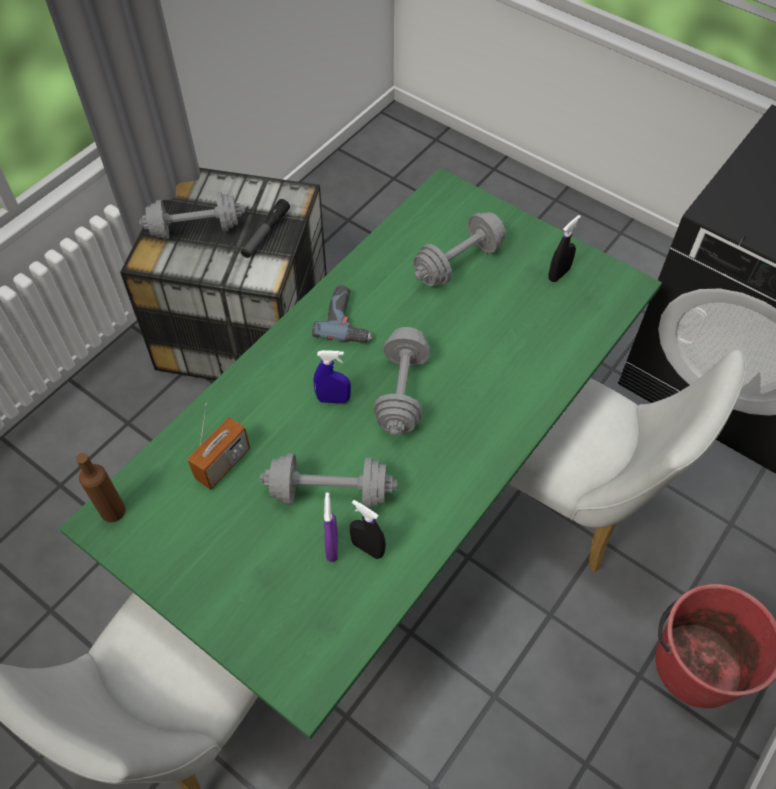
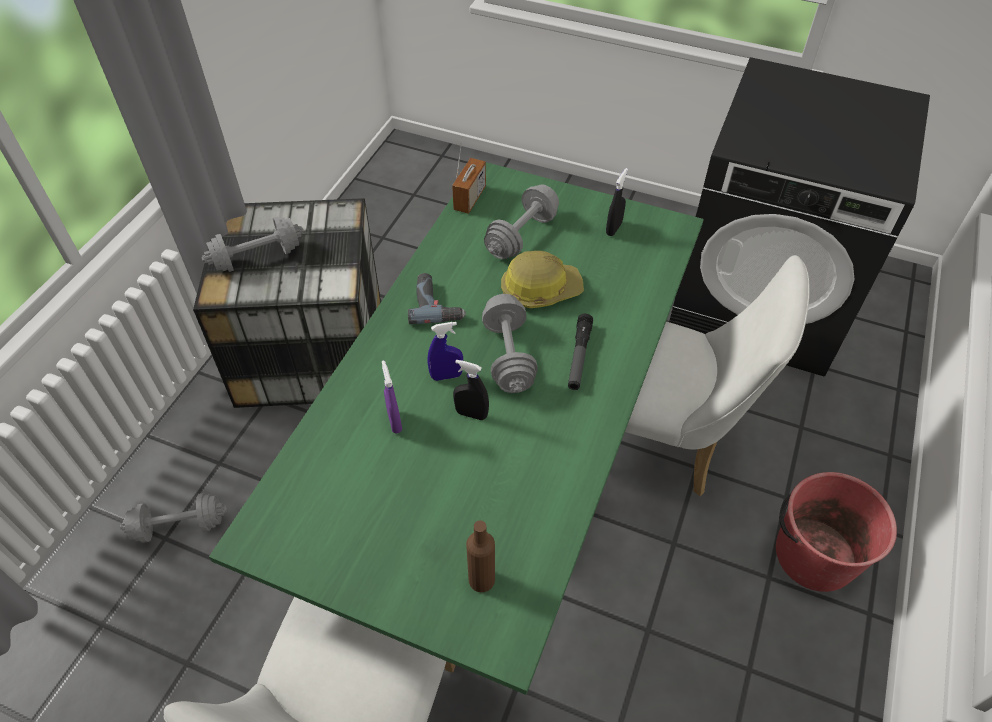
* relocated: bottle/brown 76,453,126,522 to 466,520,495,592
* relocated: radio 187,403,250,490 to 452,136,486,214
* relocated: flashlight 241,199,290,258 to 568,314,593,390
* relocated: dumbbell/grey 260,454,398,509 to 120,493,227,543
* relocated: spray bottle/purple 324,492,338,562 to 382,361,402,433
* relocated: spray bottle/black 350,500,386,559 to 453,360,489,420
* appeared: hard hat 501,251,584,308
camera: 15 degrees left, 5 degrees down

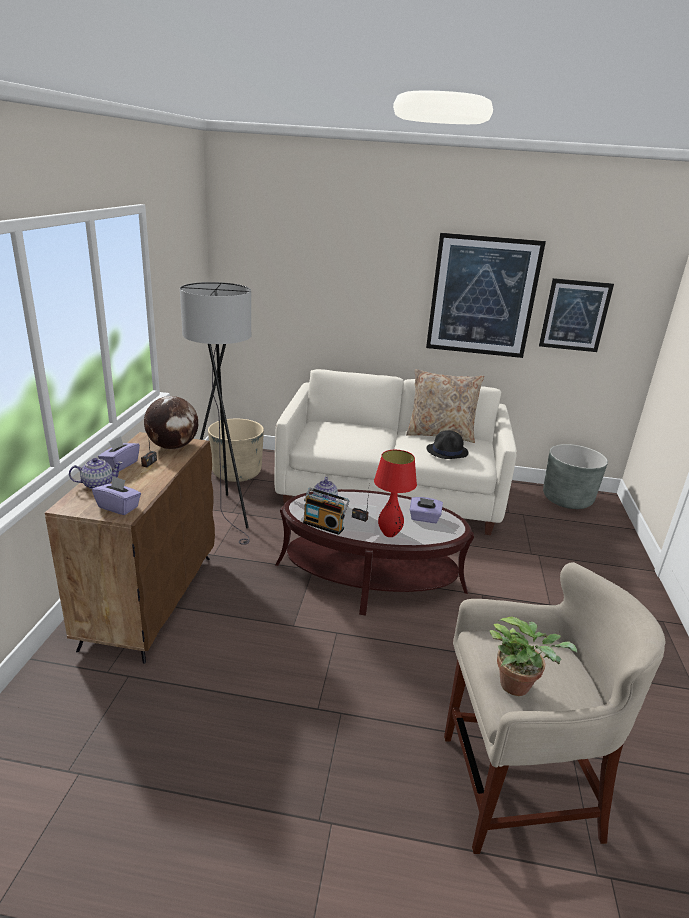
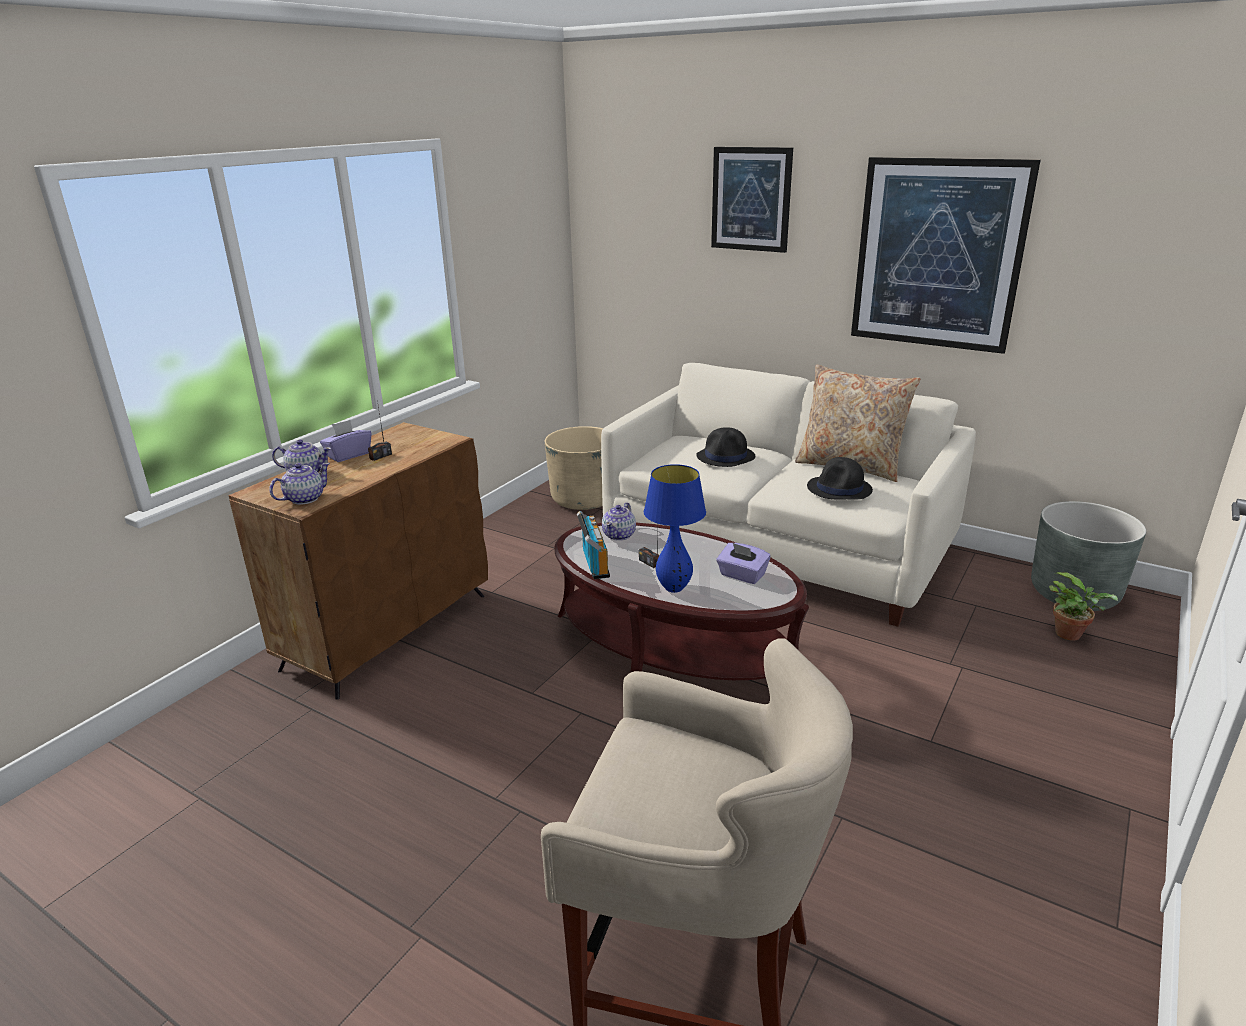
* exchanged: tissue box/purple 92,476,141,515 to teapot 269,462,330,504
* missing: globe 144,396,198,449
* missing: floor lamp/grey 180,282,251,545
* spun: radio 303,488,350,535 = 577,511,610,579 150 degrees counterclockwise
* colour: table lamp/red 374,450,417,537 to table lamp/blue 644,464,706,593
* relocated: potted plant 490,616,578,696 to 1049,572,1118,641
* relocated: picture 539,278,614,352 to 711,147,793,253
* appeared: hat/black 696,427,755,467
camera: 25 degrees right, 0 degrees up

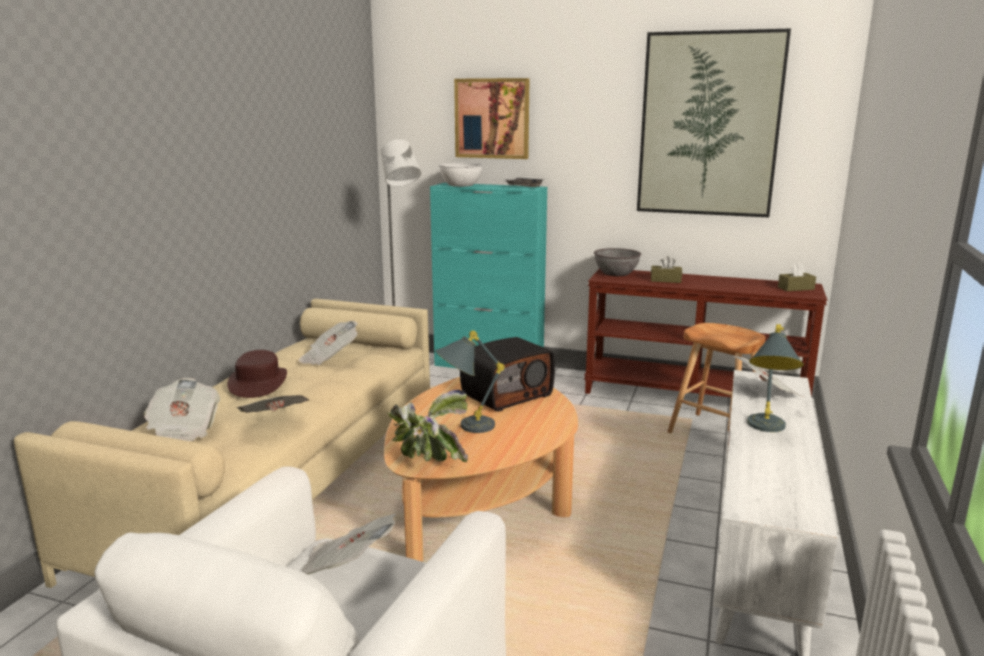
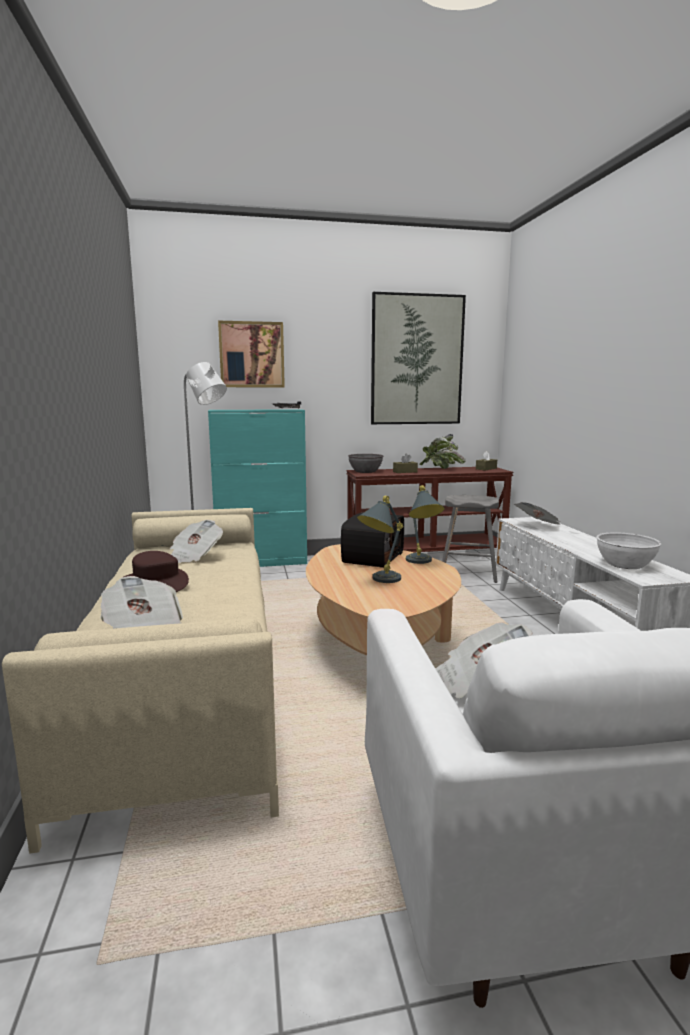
* missing: newspaper 236,395,309,413
* relocated: potted plant 387,389,468,462 to 419,434,466,469
* relocated: bowl/white 439,163,483,187 to 596,532,661,569
* colour: stool/brown 667,323,766,433 to stool/grey 442,495,499,583
* relocated: table lamp/grey 747,324,804,432 to 406,485,445,564
camera: 30 degrees left, 5 degrees down

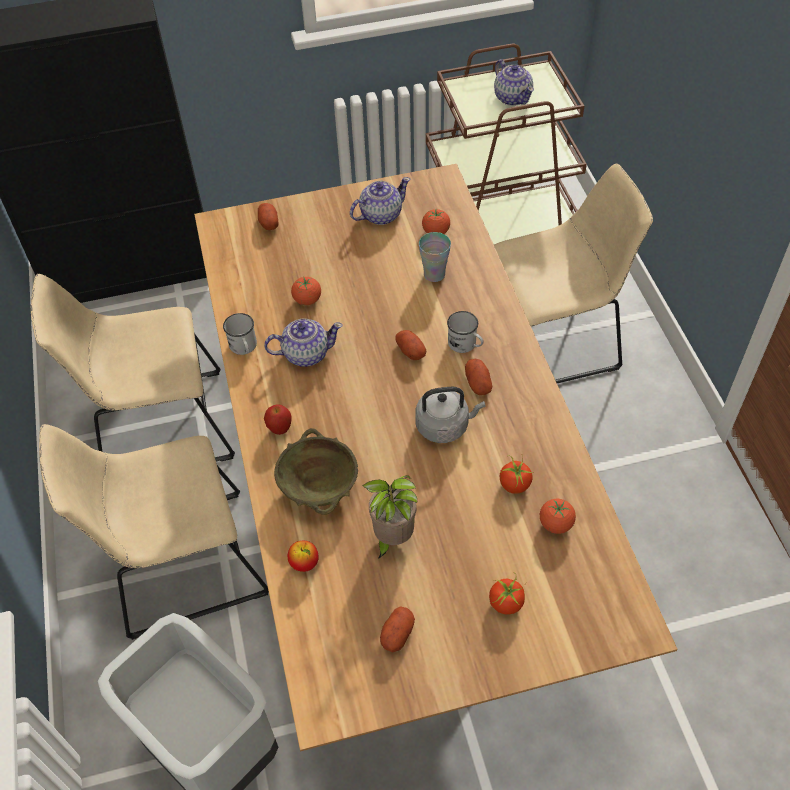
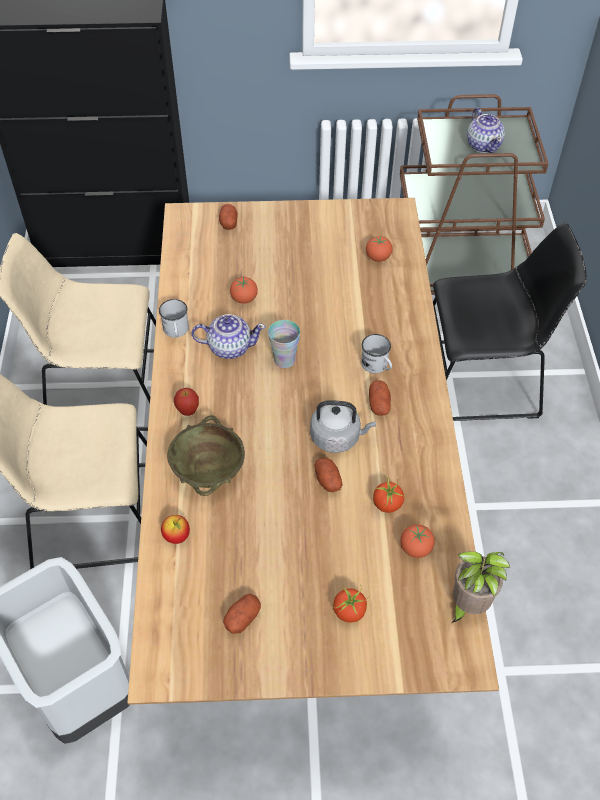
* missing: teapot 350,177,410,225
* relocated: potted plant 362,475,417,559 to 452,551,510,623
* relocated: potato 395,330,426,360 to 314,458,342,492
* relocated: cup 419,232,451,282 to 268,320,300,368
* colour: chair/beige 494,164,653,383 to chair/black 433,223,587,421
camera: 10 degrees right, 0 degrees up

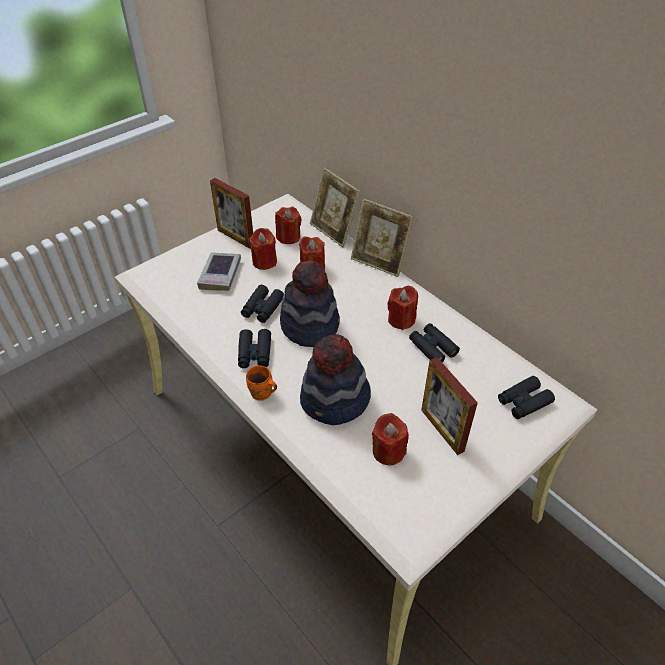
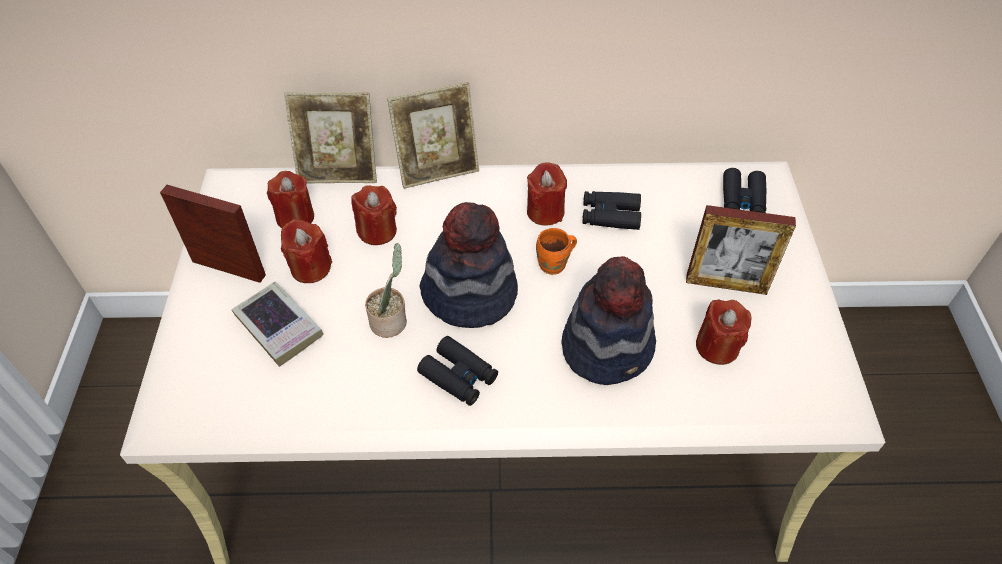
* spun: picture frame 210,178,253,249 = 160,185,266,283 150 degrees counterclockwise
* exchanged: binoculars/black 241,285,284,323 to potted plant 365,243,407,338
* relocated: mug/orange 246,365,277,401 to 536,228,577,275
camera: 50 degrees left, 5 degrees up

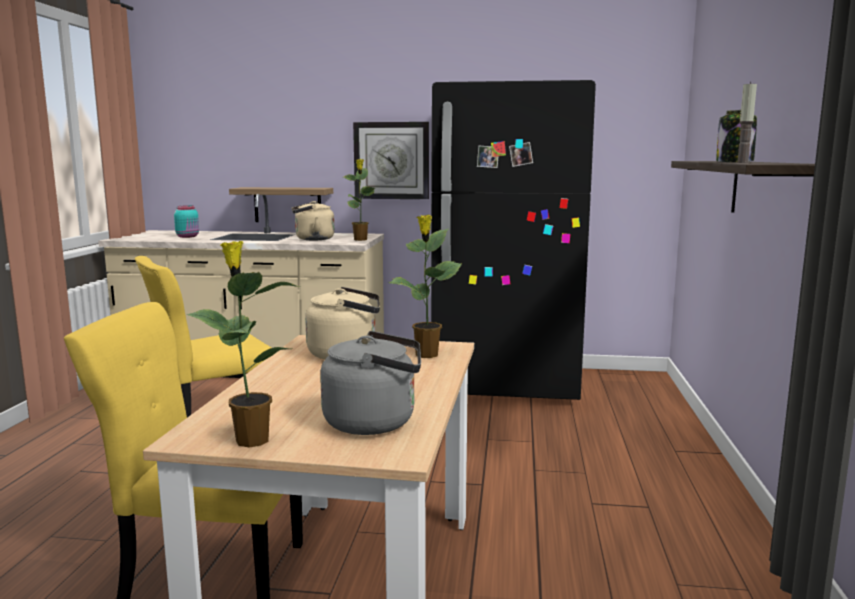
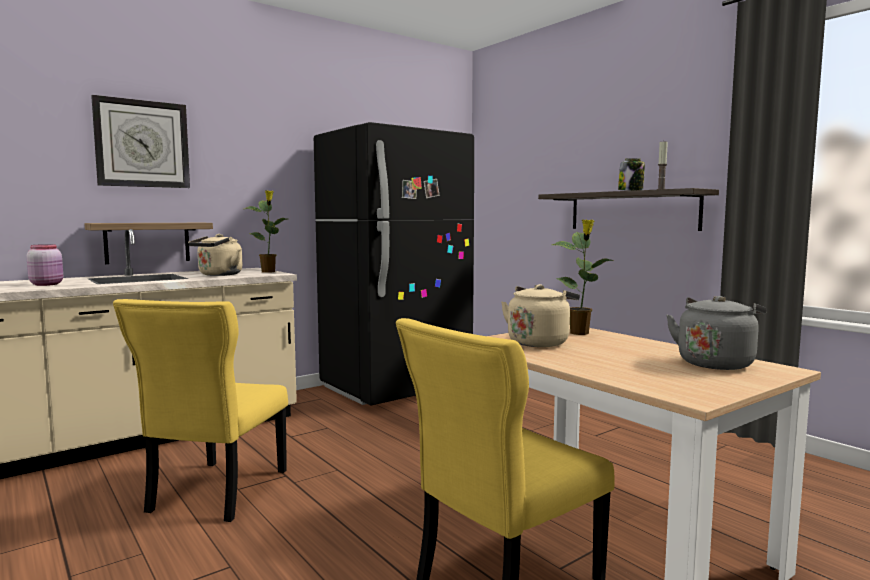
* colour: jar/turquoise 174,205,199,238 to jar/pink 26,244,63,286
* missing: potted plant 187,241,300,447
* relocated: wall clock 353,122,429,199 to 91,95,190,188
camera: 45 degrees left, 5 degrees down

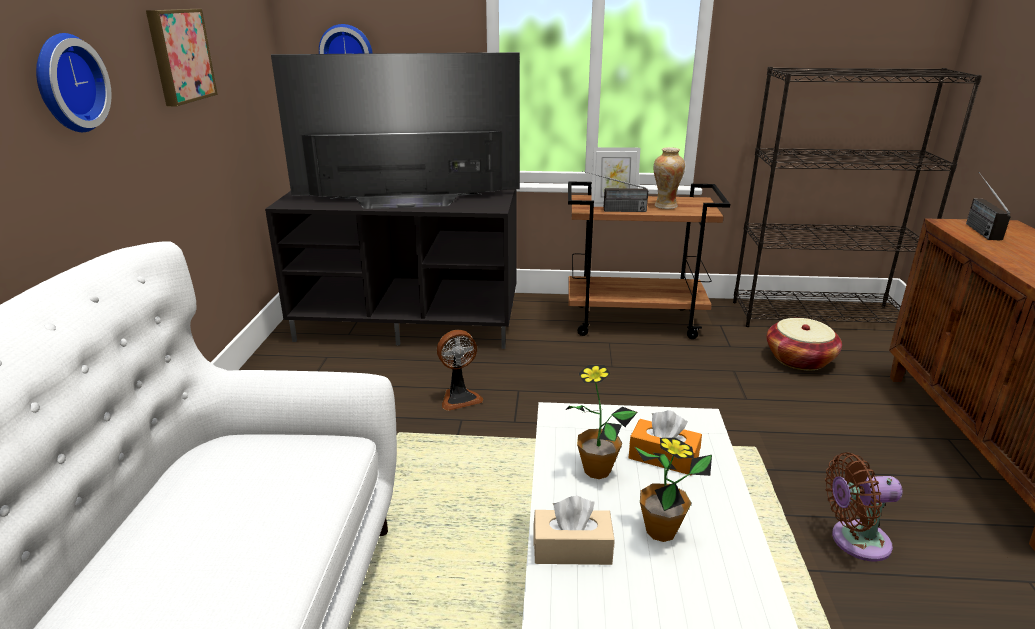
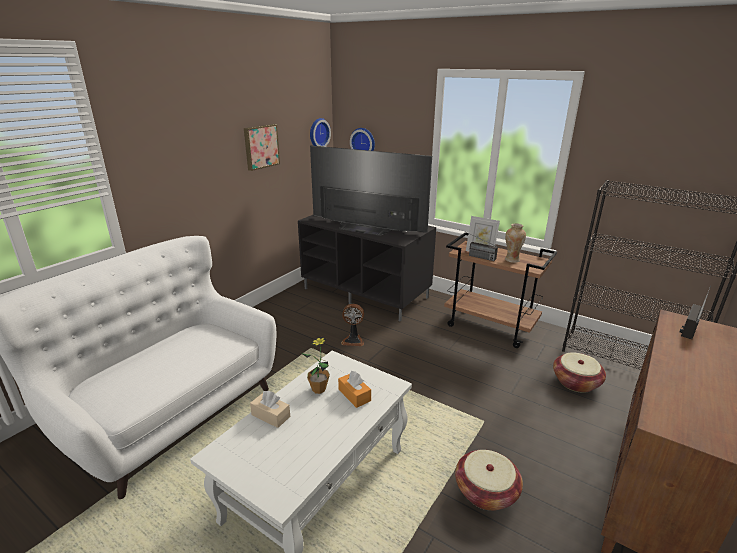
* relocated: wall clock 36,33,111,132 to 310,118,331,147
* missing: potted plant 634,438,712,542
* exchanged: fan/brown 825,452,902,562 to basket 455,450,523,511
camera: 30 degrees right, 0 degrees up

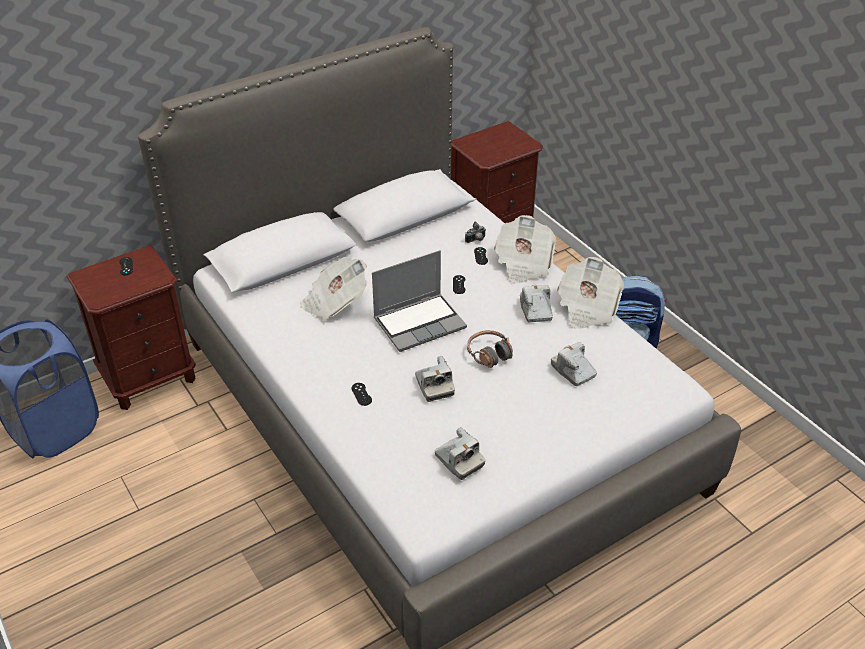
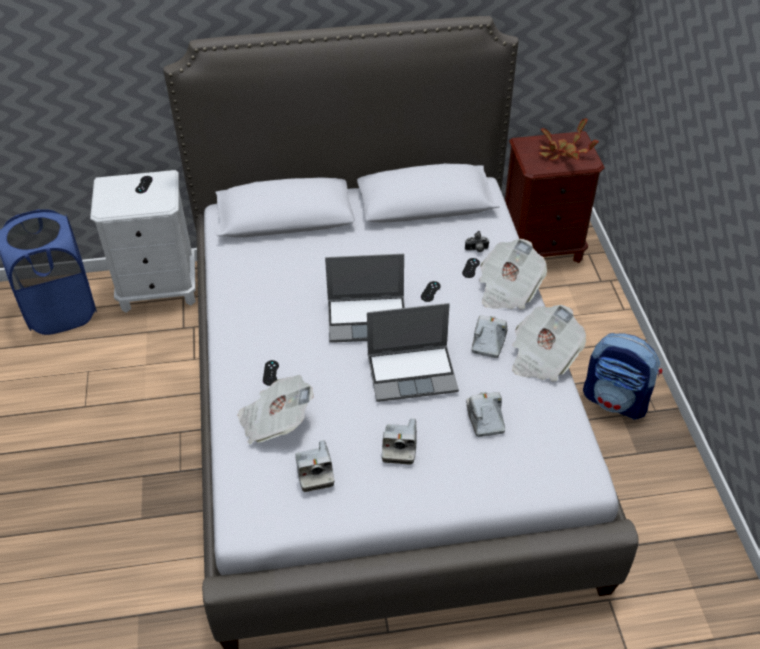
* colour: nightstand/brown 67,245,196,410 to nightstand/white 90,170,196,313
* relocated: newspaper 300,257,367,321 to 237,375,314,444
* relocated: photo camera 415,356,455,402 to 382,418,417,465
* exchanged: headphones 467,330,513,368 to laptop 367,303,459,402
* appeared: potted plant 539,118,599,161
camera: 25 degrees right, 5 degrees up

